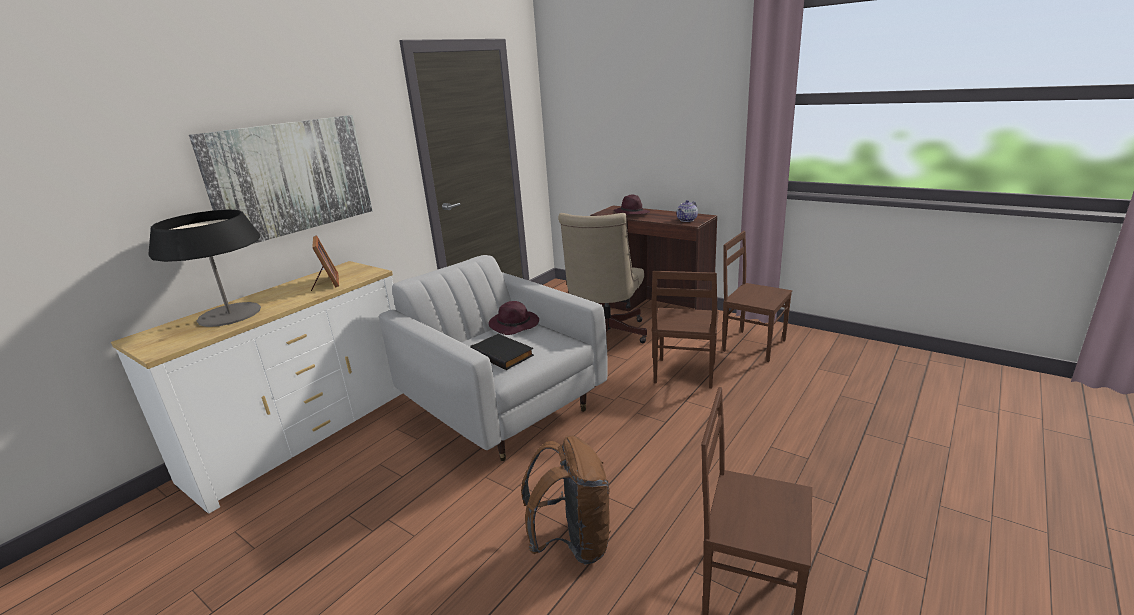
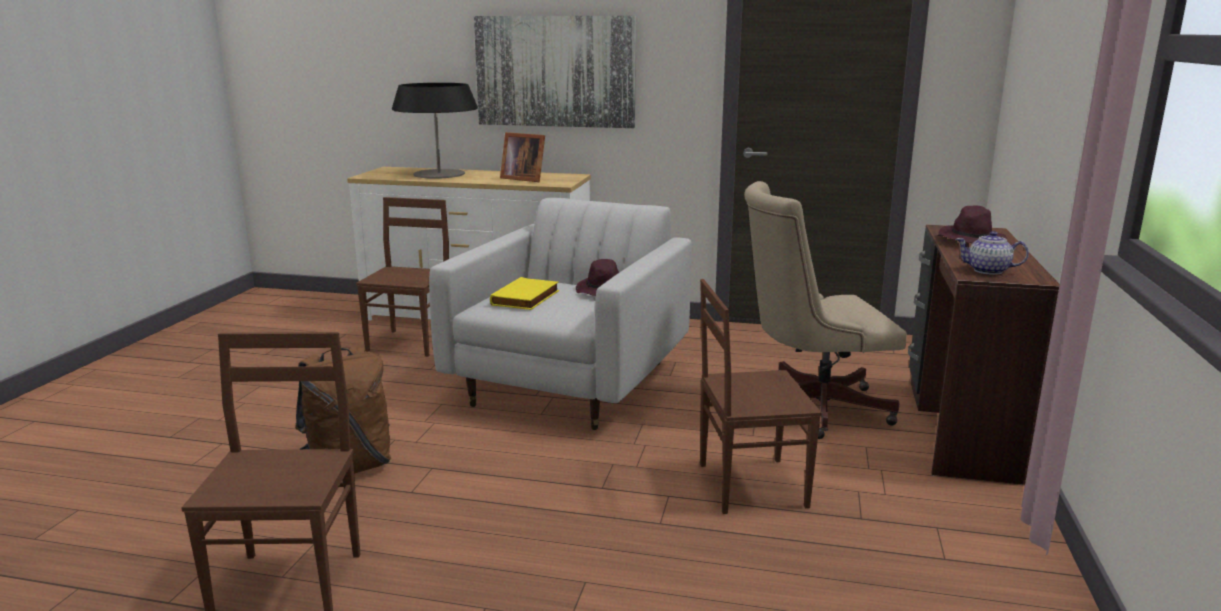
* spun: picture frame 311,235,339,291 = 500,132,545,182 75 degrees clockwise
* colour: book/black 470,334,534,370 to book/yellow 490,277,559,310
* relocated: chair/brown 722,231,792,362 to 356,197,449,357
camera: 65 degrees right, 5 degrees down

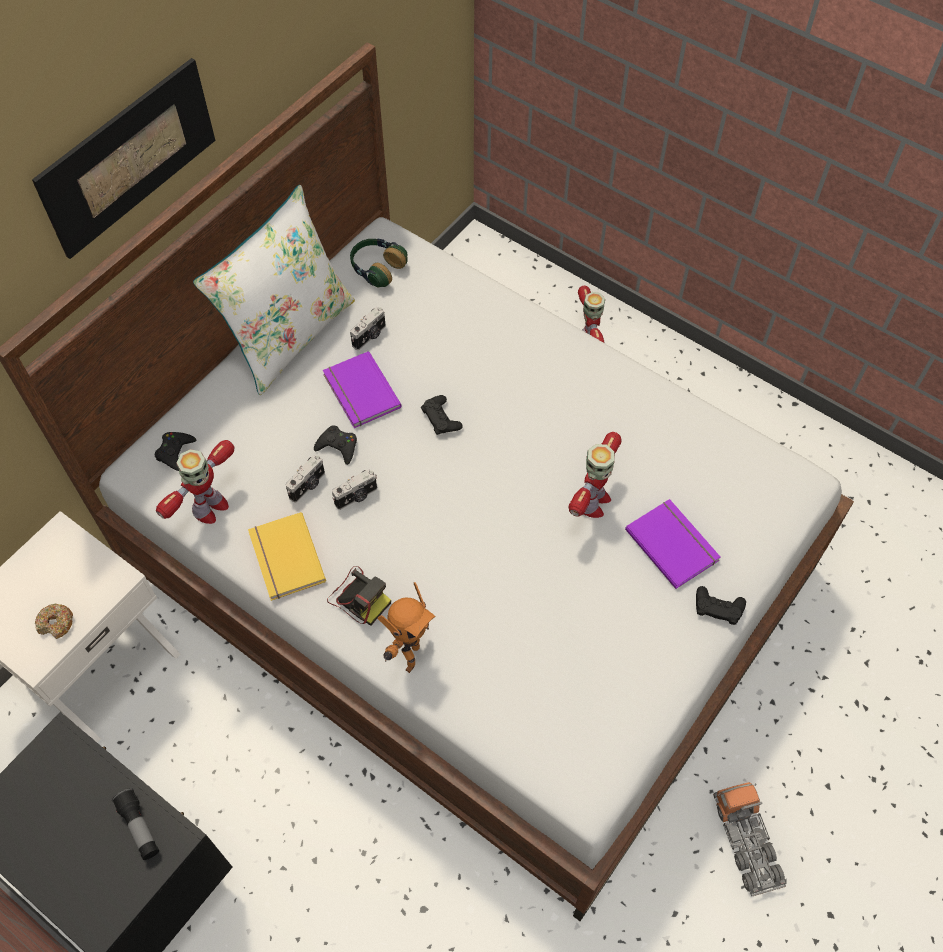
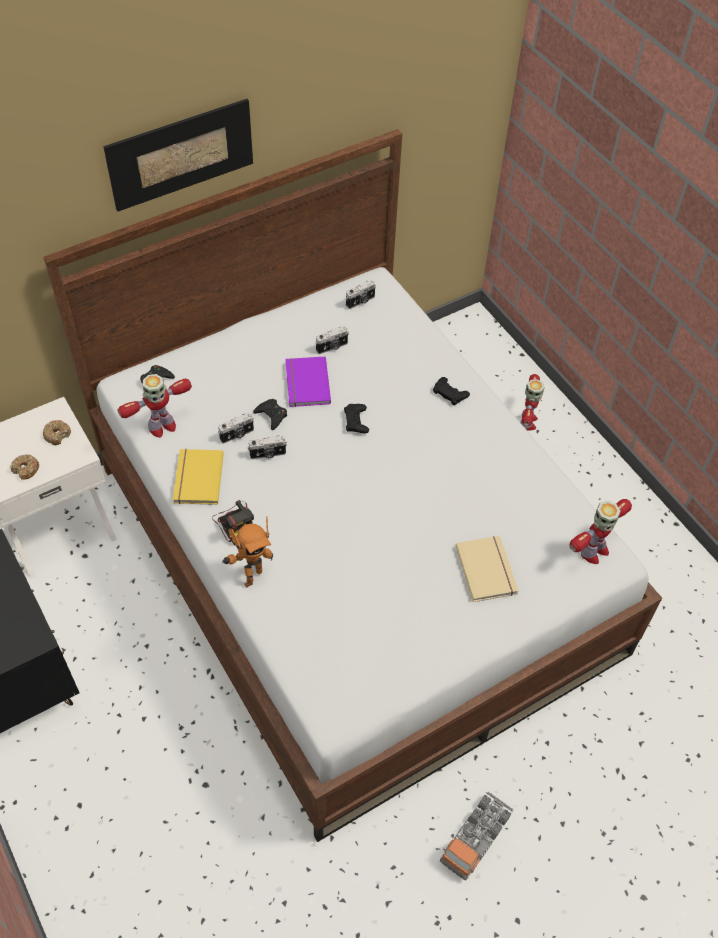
* missing: flashlight 112,788,159,860
* missing: pillow/white 193,185,355,395
* exchanged: headphones 350,239,408,287 to photo camera 346,280,376,309
* relocated: toy robot 569,432,622,518 to 569,499,632,564
* colour: book/purple 625,499,720,589 to book/beige 455,536,519,602
* relocated: game controller/black 696,586,746,625 to 433,377,470,405
* spun: toy truck 713,782,787,896 = 440,792,513,881 150 degrees counterclockwise
* appeared: donut 43,420,71,445
camera: 20 degrees right, 5 degrees down

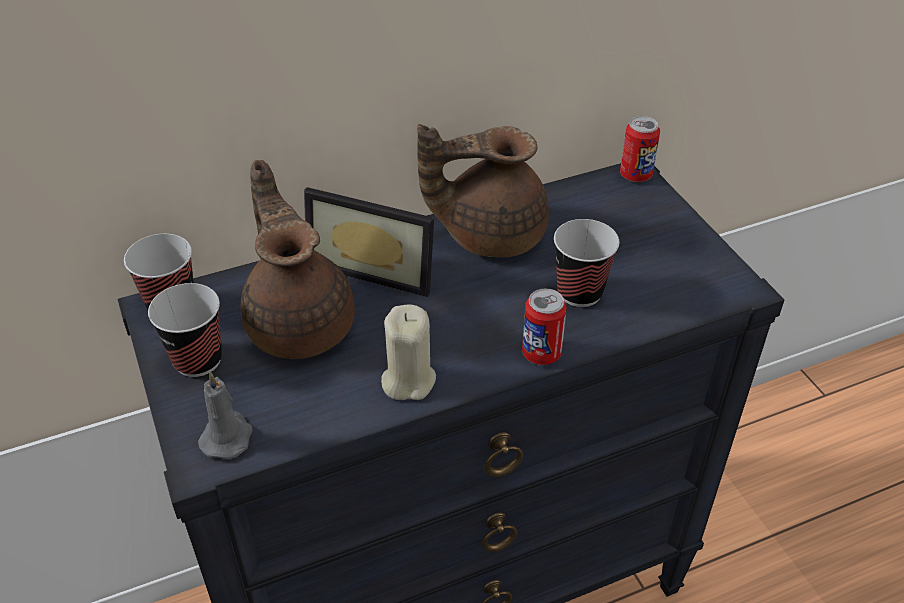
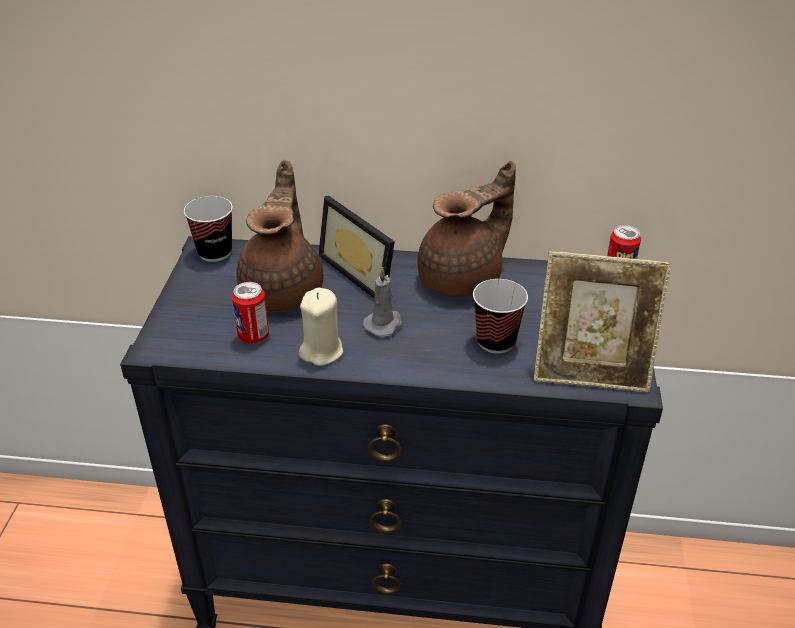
* missing: cup 148,283,222,377
* relocated: candle/grey 198,371,253,459 to 363,267,403,337
* spun: teapot/brown 417,124,549,257 = 417,161,516,297 120 degrees clockwise
* relocated: can 522,289,567,365 to 232,282,269,344
* appeared: picture frame 533,251,672,392
camera: 30 degrees right, 5 degrees down

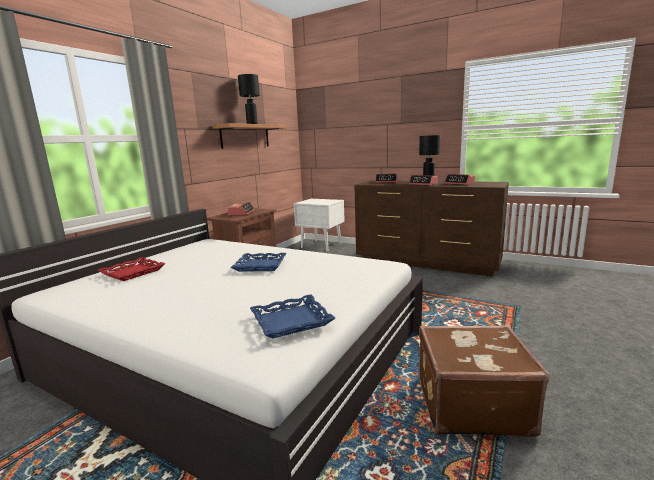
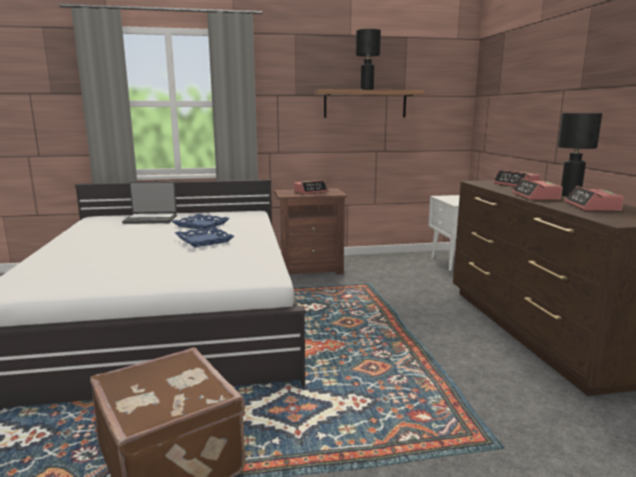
* exchanged: tray/red 97,257,166,281 to laptop 122,181,177,224
* relocated: tray/blue 250,294,335,338 to 172,214,230,229
camera: 50 degrees right, 0 degrees up

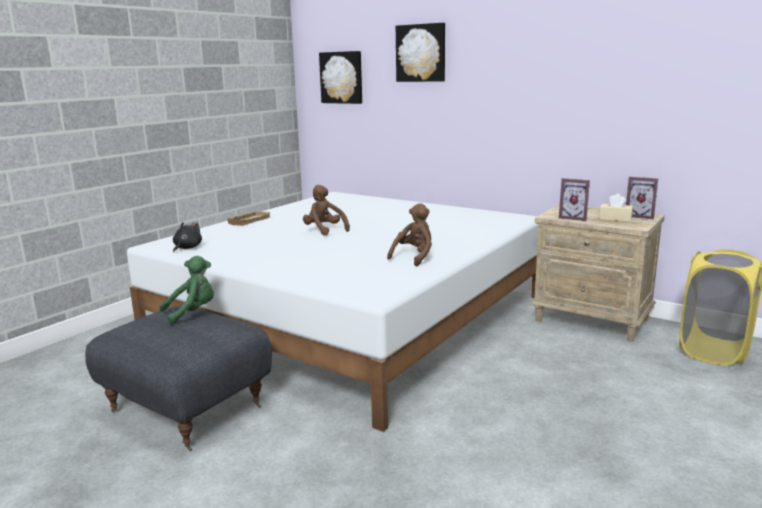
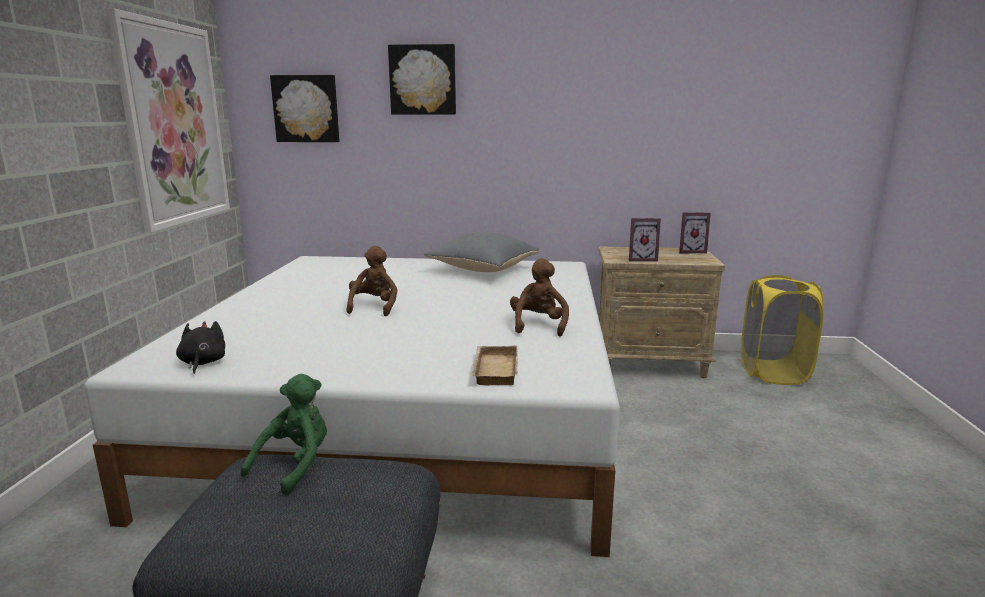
* relocated: tray/beige 226,211,271,226 to 472,346,518,386
* spun: plush toy/brown 303,185,350,236 = 347,246,397,316 75 degrees clockwise
* missing: tissue box/beige 599,194,633,222
* appeared: picture 107,8,230,233
* appeared: pillow/grey 423,232,540,272
camera: 30 degrees left, 0 degrees up

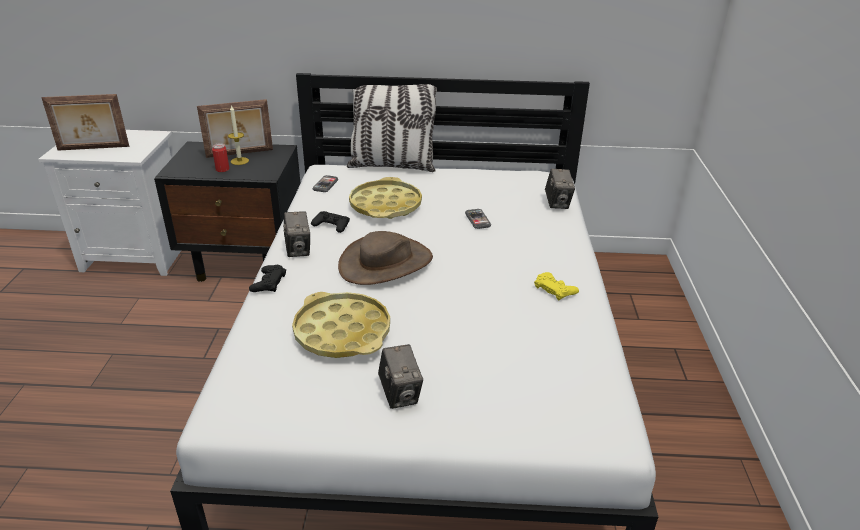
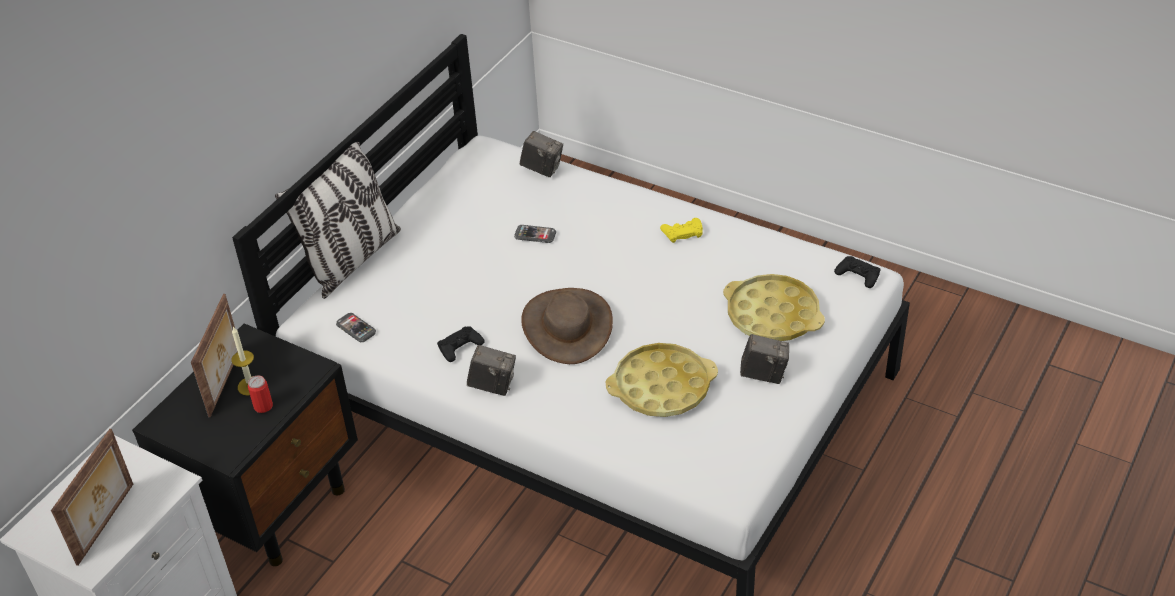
* relocated: game controller/black 249,265,286,292 to 834,256,880,288
* relocated: tray/yellow 349,177,422,219 to 723,274,825,341
camera: 60 degrees left, 10 degrees up

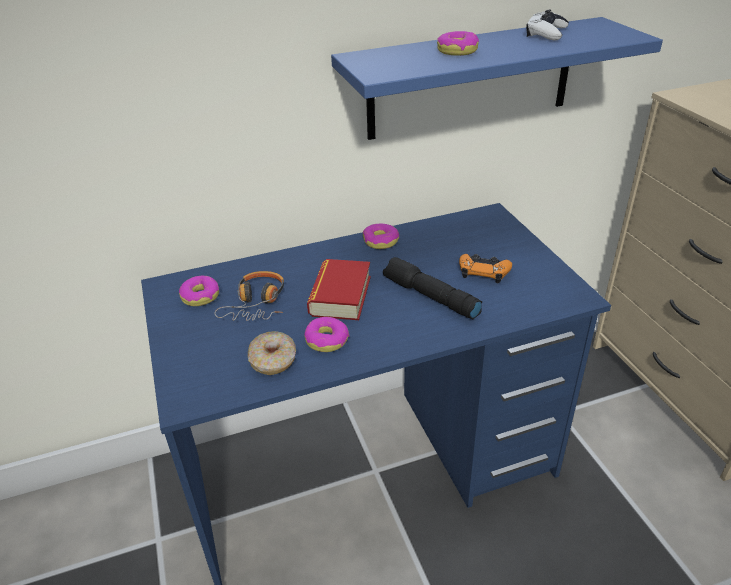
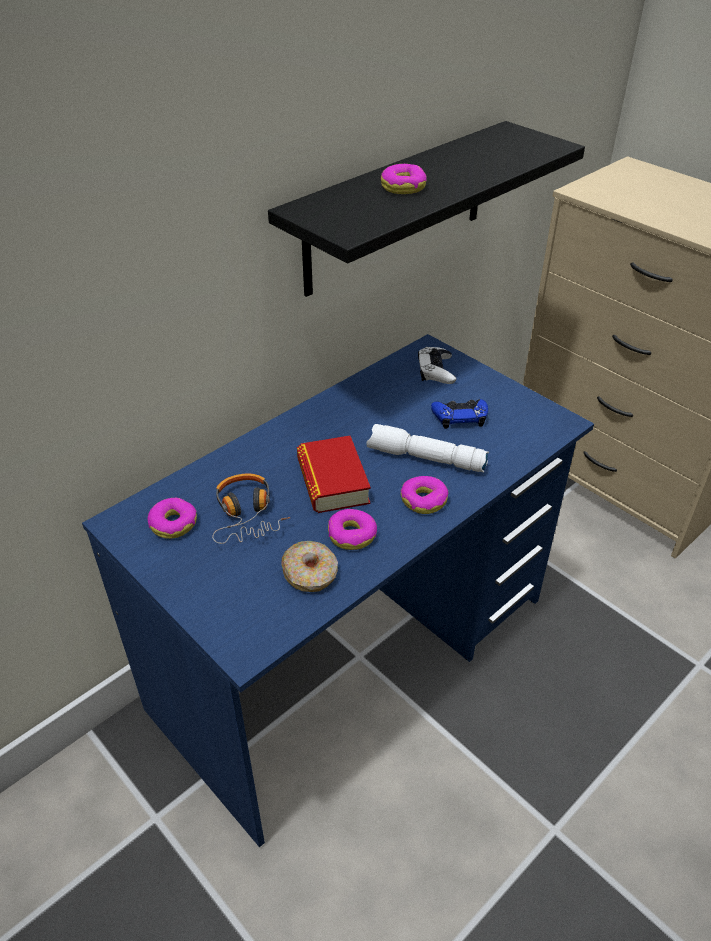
* colour: shelf/blue 331,17,663,140 to shelf/black 268,121,585,297
* relocated: donut 363,224,399,249 to 401,476,448,514
* colour: flashlight/black 383,257,482,319 to flashlight/white 366,424,489,472
* colour: game controller/orange 459,254,512,283 to game controller/blue 431,399,488,429
* relocated: game controller/white 526,10,569,40 to 418,347,456,384
camera: 25 degrees left, 5 degrees up

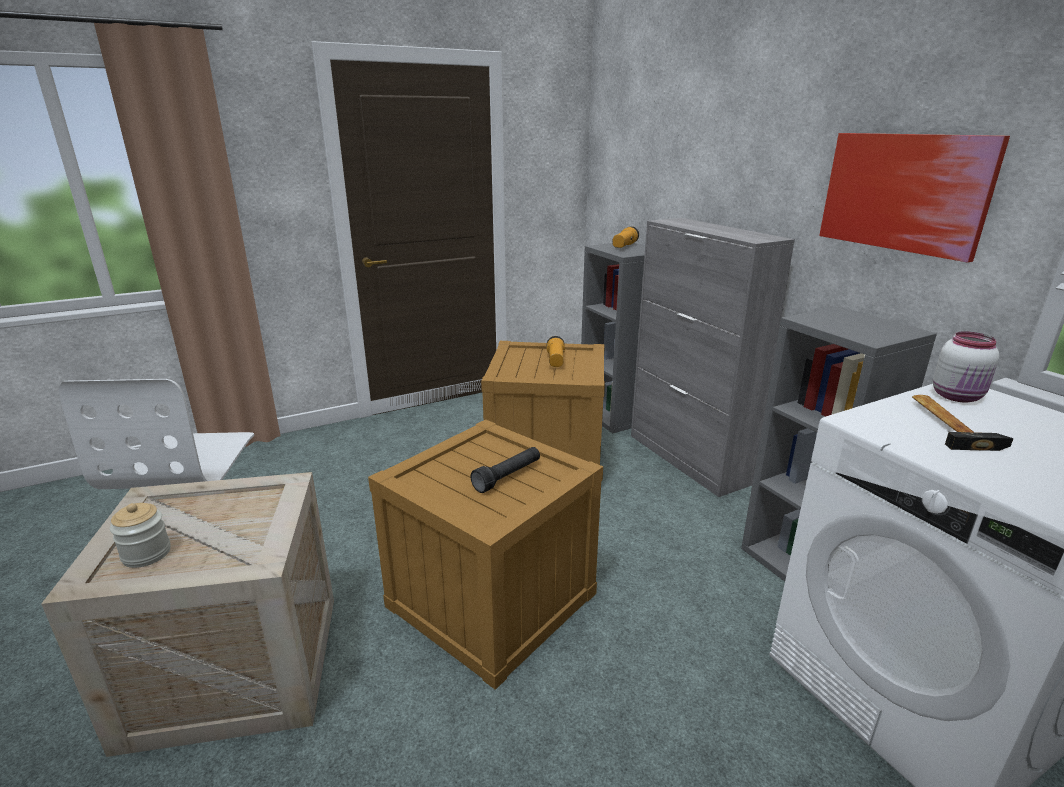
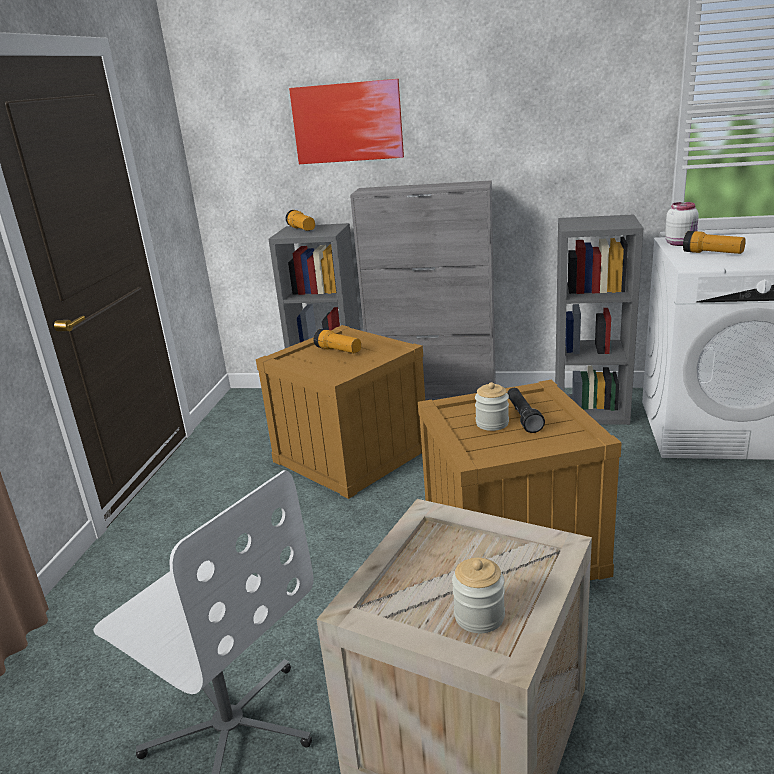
* relocated: picture 819,133,1010,263 to 289,79,404,164
* exchanged: hammer 912,395,1013,451 to flashlight 683,231,746,254
* appeared: jar 475,382,509,431
camera: 50 degrees left, 0 degrees up

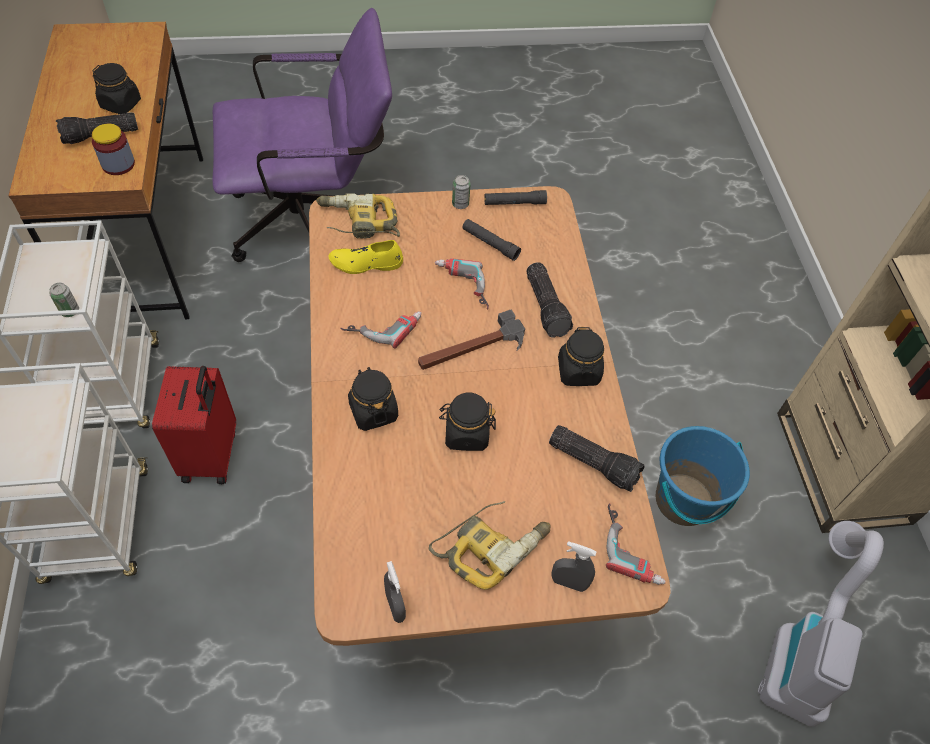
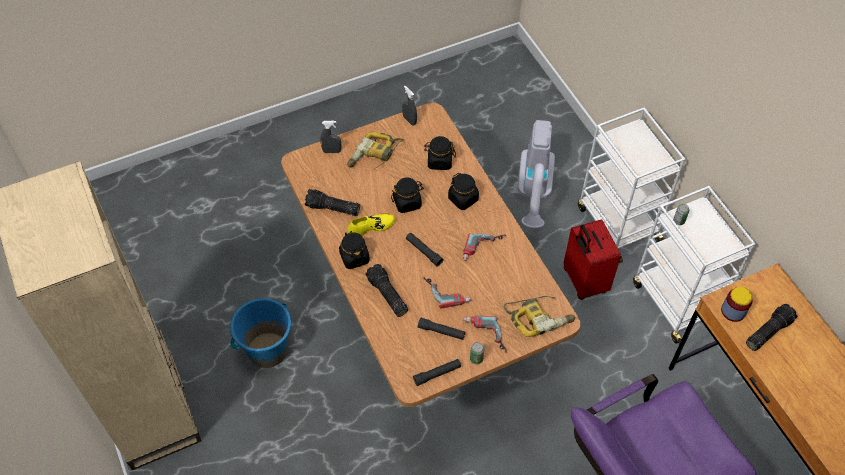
* relocated: jar/black 93,63,141,114 to 424,136,456,170
* relocated: shoe/yellow 329,240,403,274 to 347,213,395,236
* exchanged: hammer 418,309,525,370 to flashlight/black 406,233,443,266
* relocated: power drill 606,503,666,585 to 463,316,507,353
* relocated: vacuum cleaner 758,521,884,727 to 518,120,555,228
camera: 165 degrees right, 0 degrees up

